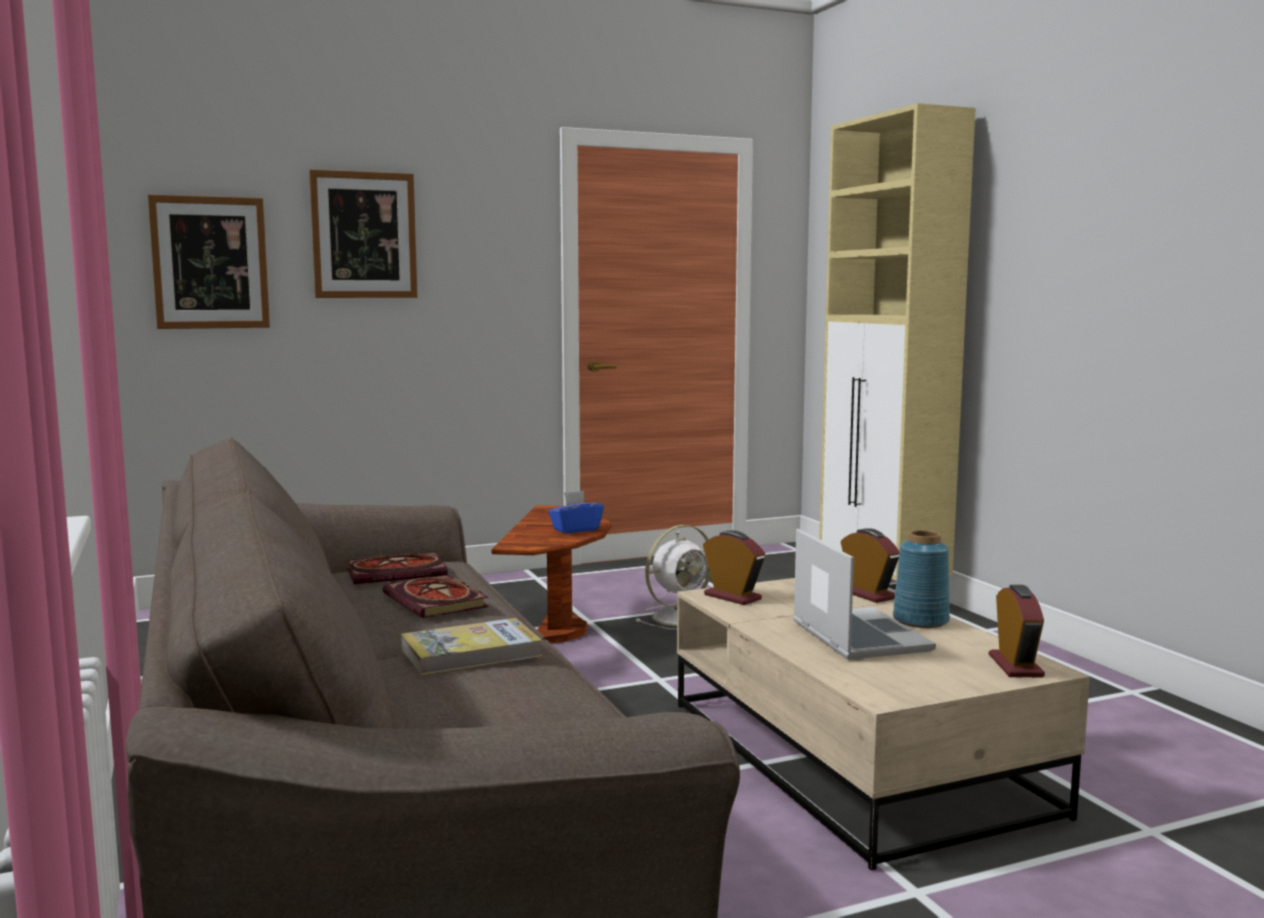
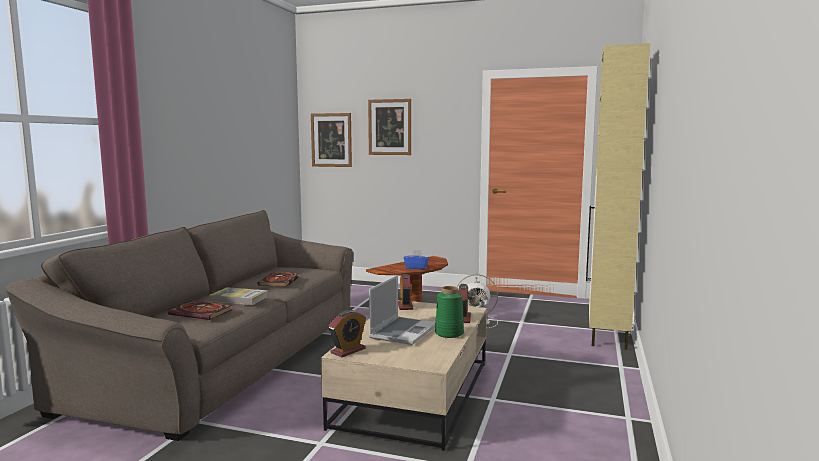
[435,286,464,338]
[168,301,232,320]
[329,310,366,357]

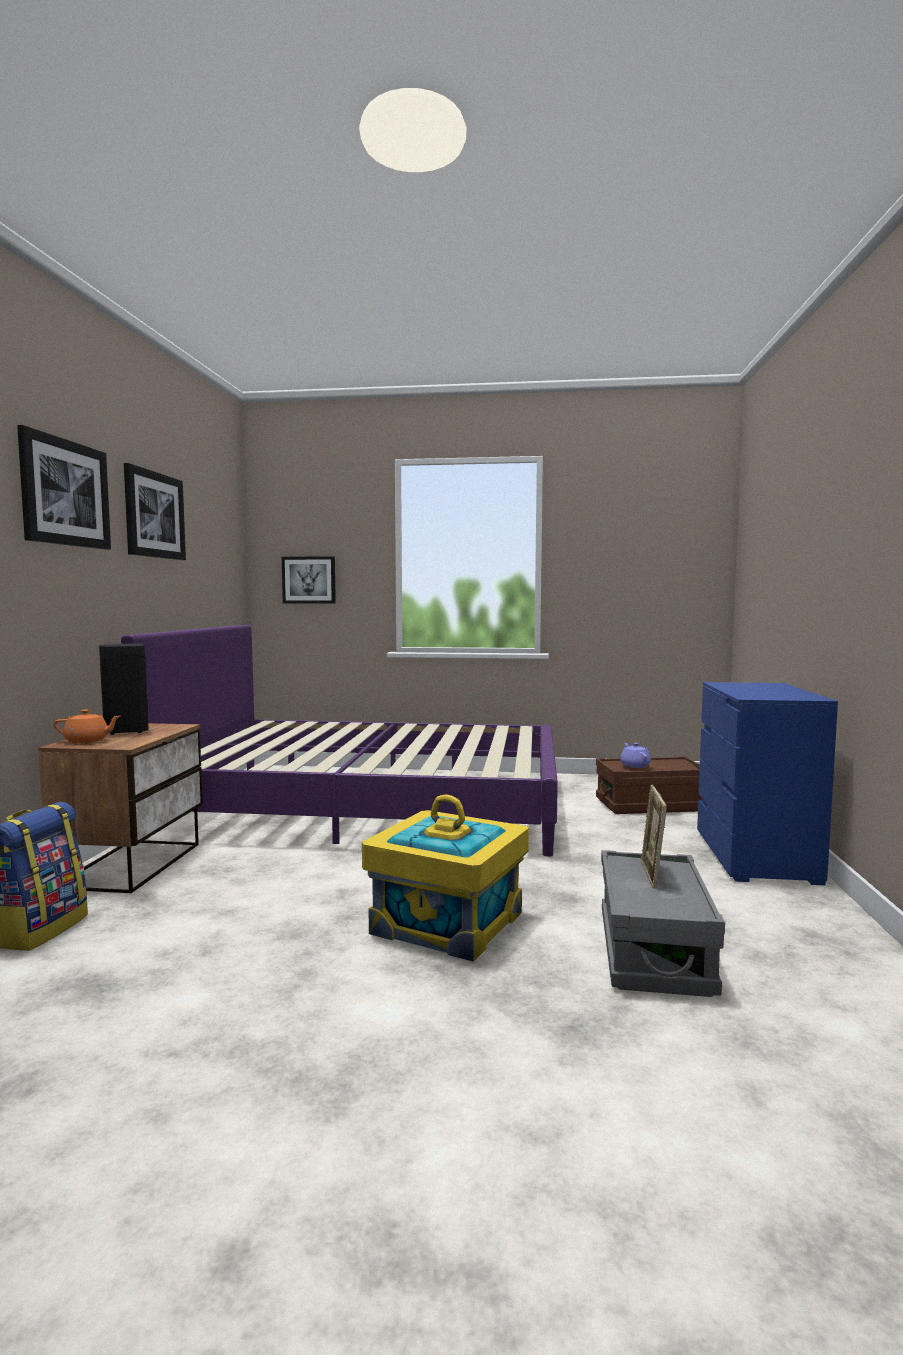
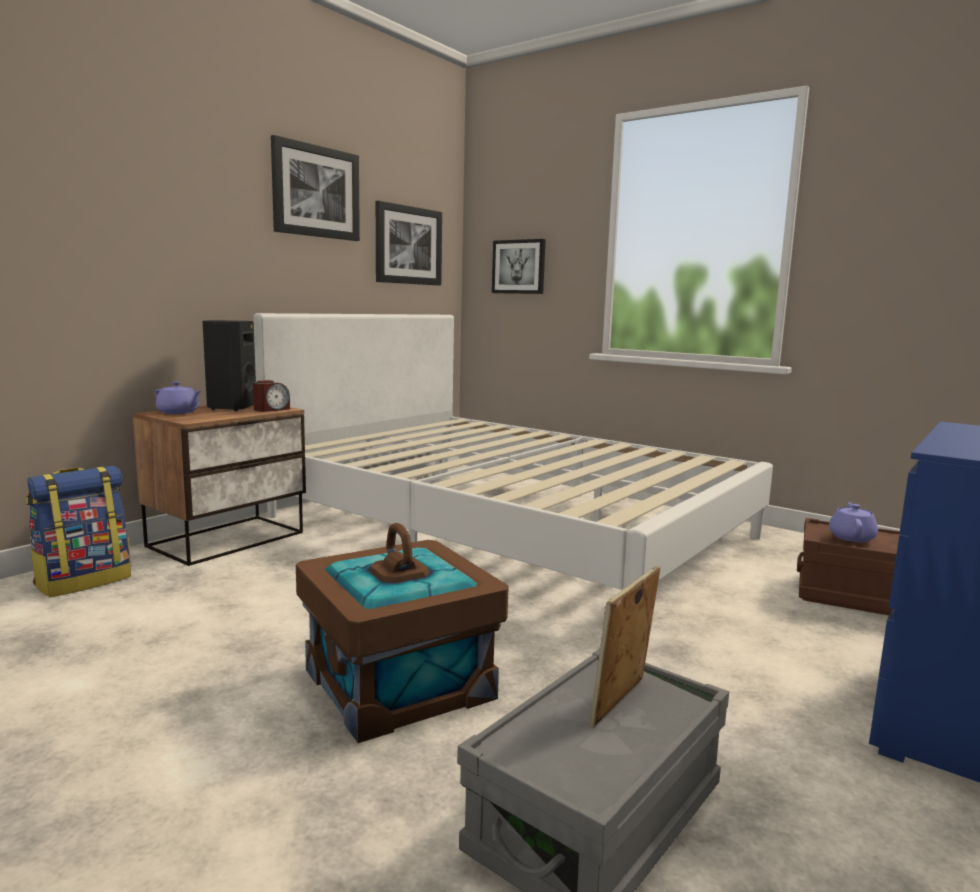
[376,201,442,285]
[253,313,773,590]
[155,382,201,414]
[296,523,509,743]
[253,380,290,412]

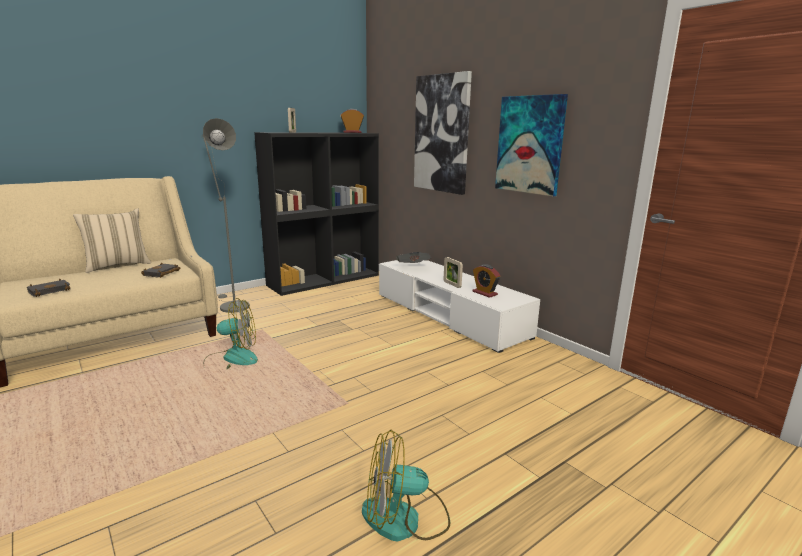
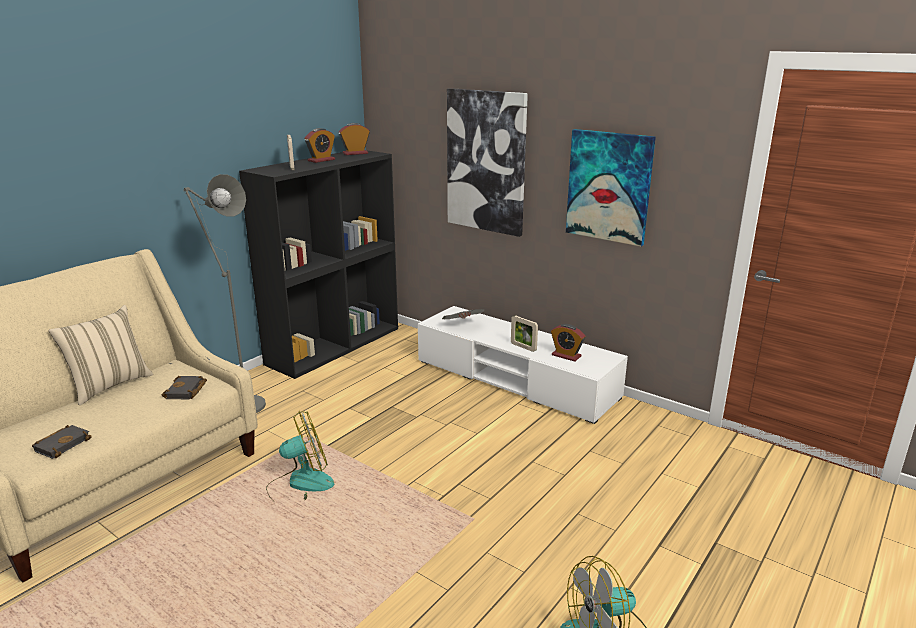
[305,128,335,163]

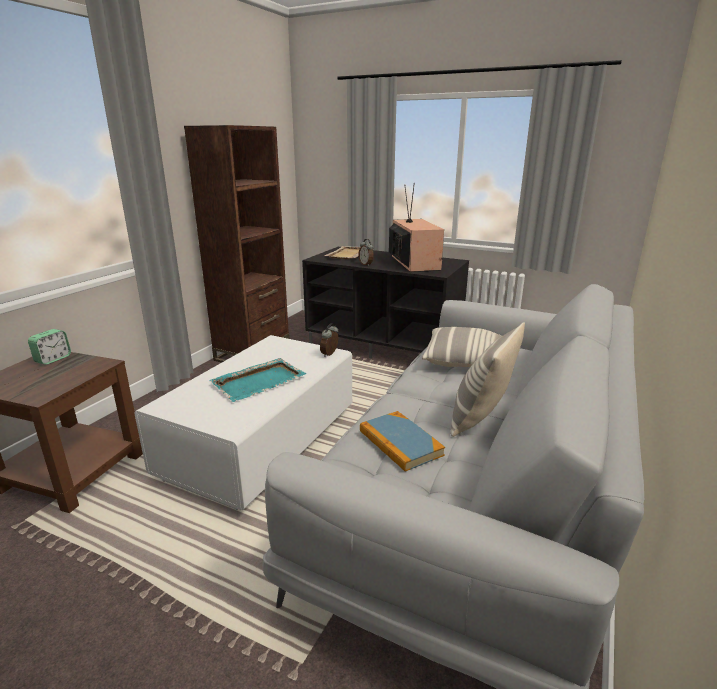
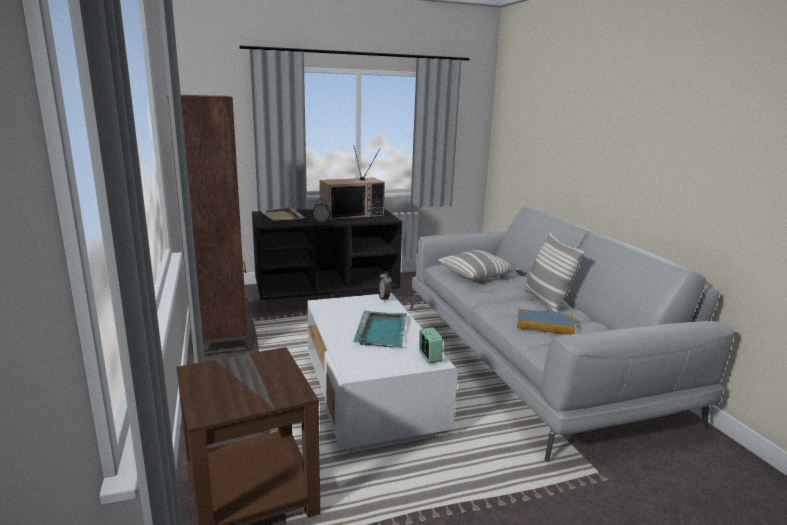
[320,147,385,221]
[419,327,443,363]

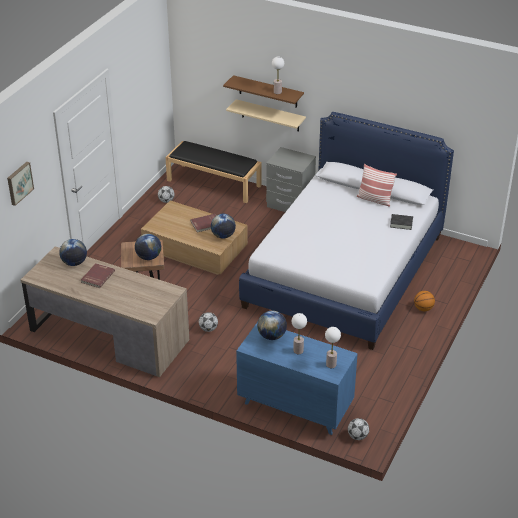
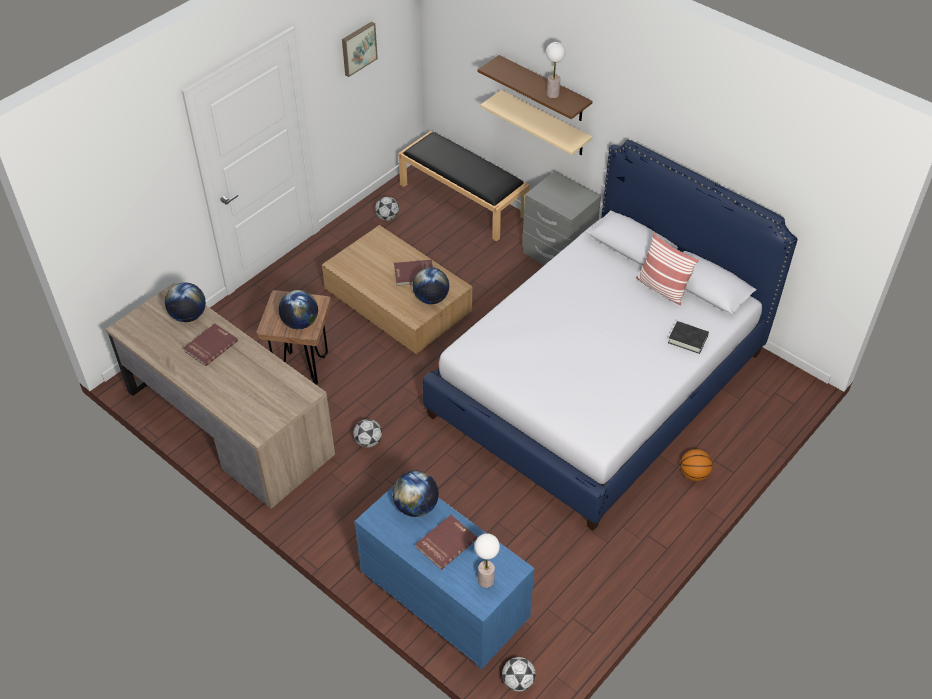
[342,21,378,77]
[415,515,477,570]

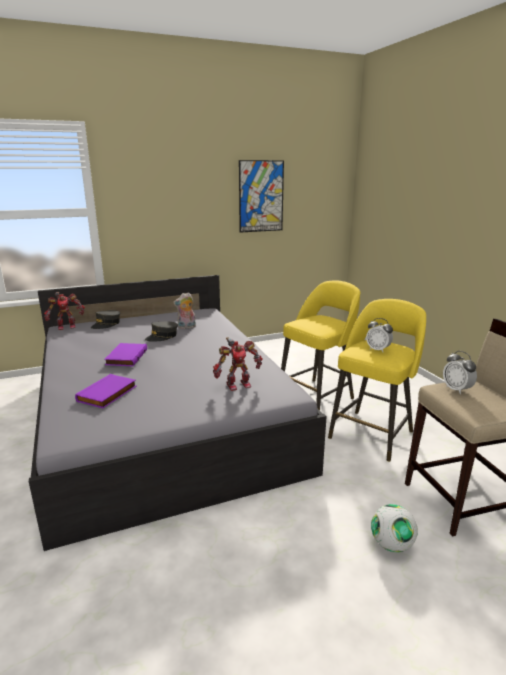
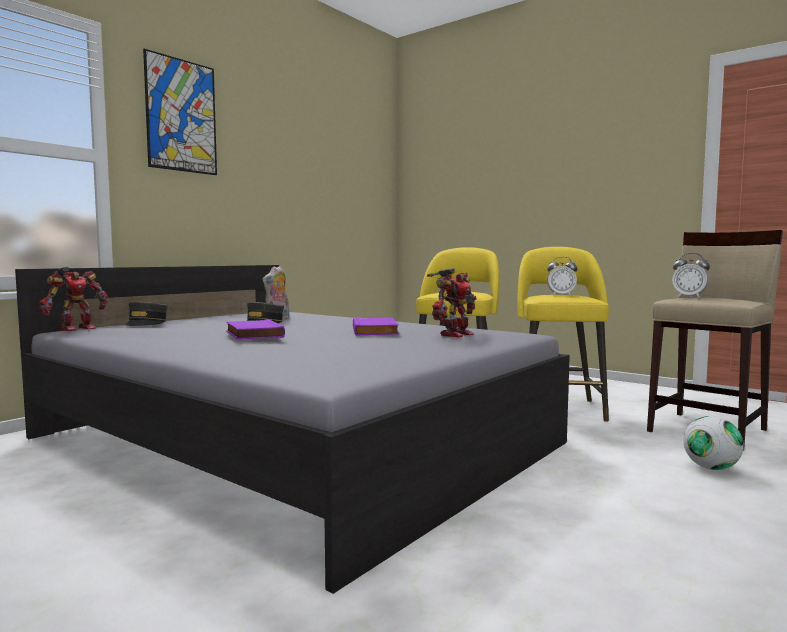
[143,49,217,175]
[353,318,399,336]

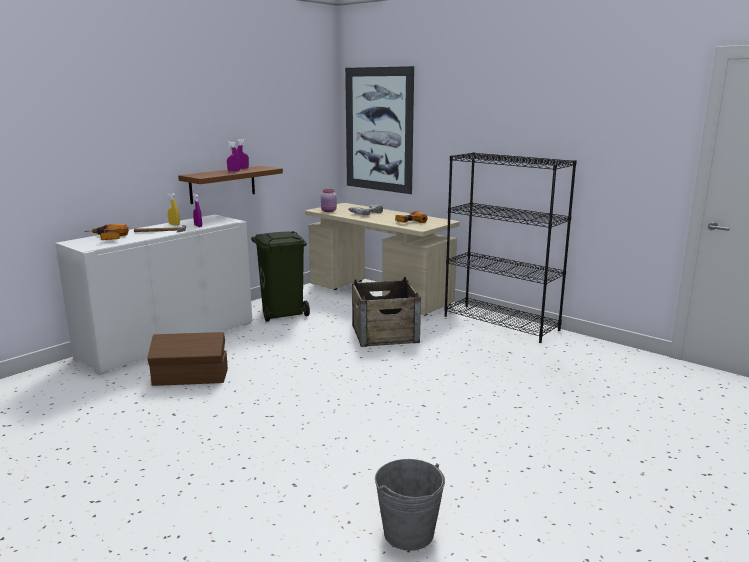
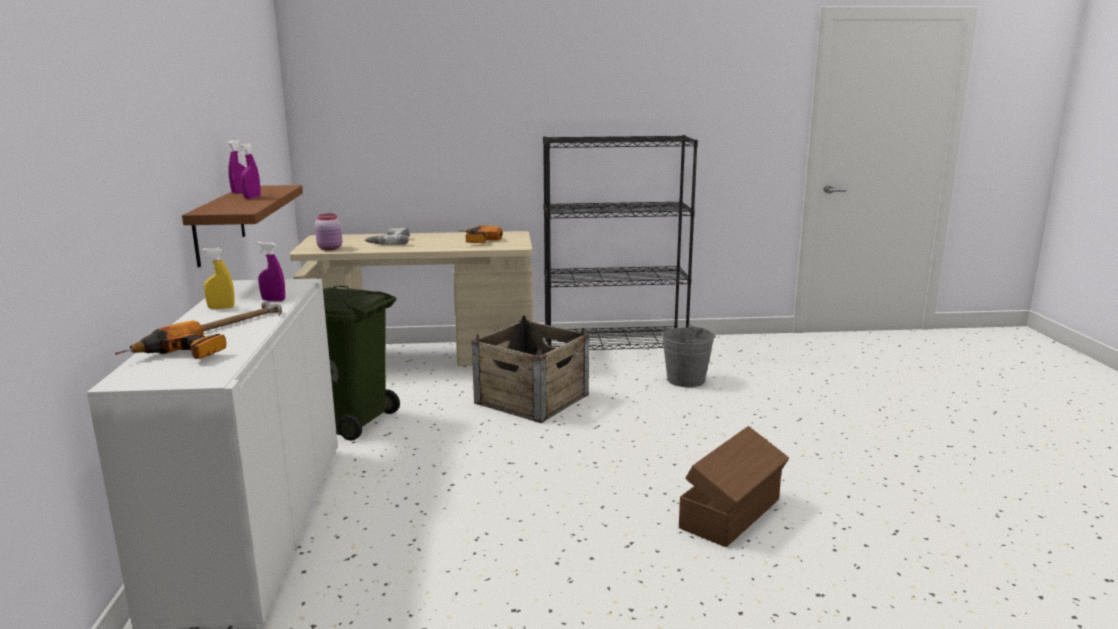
[345,66,414,194] (first image)
[679,426,789,547]
[662,325,716,387]

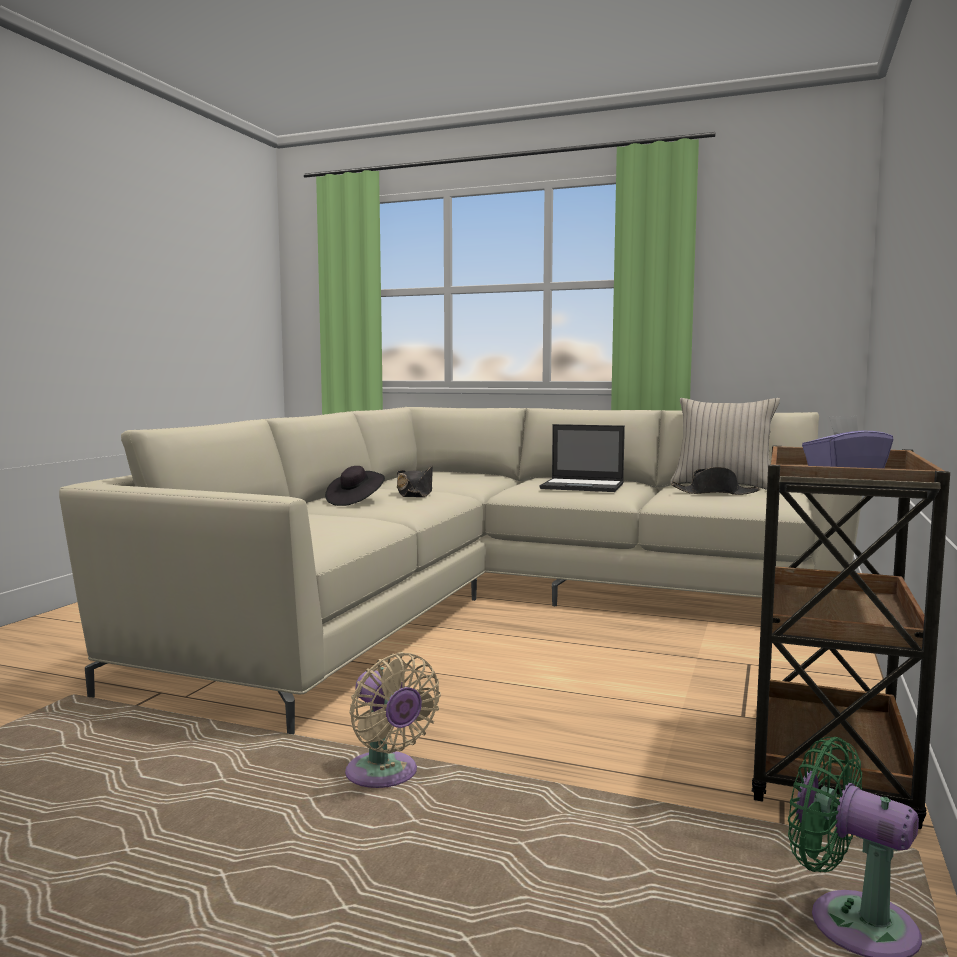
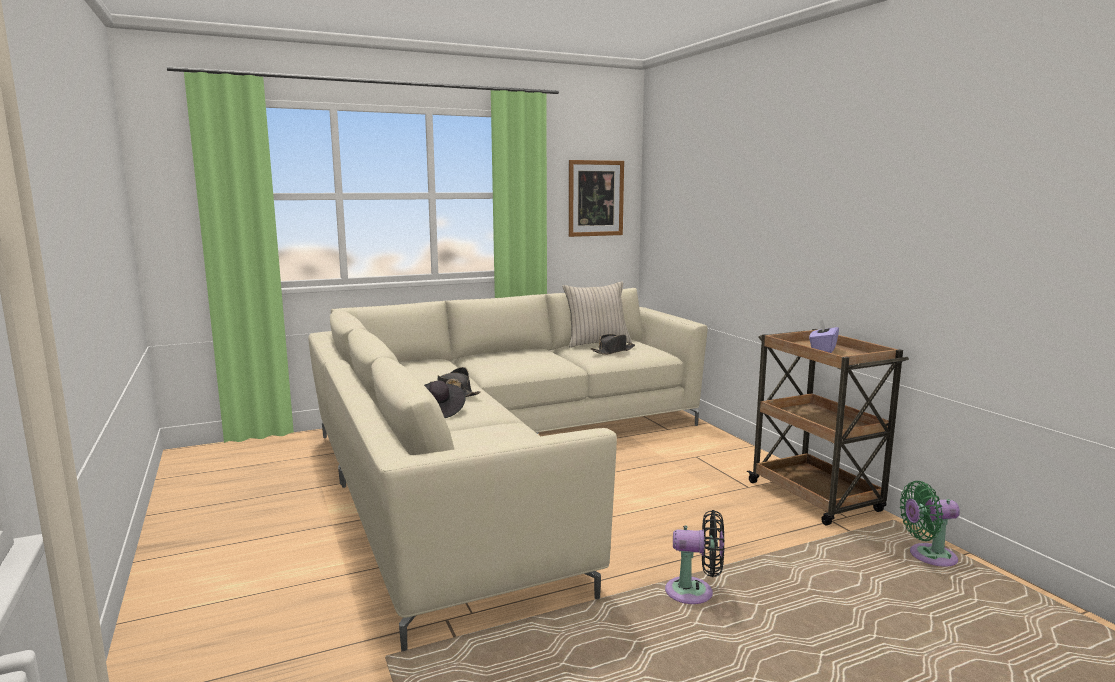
[540,424,625,492] (first image)
[665,510,724,604]
[569,160,624,237]

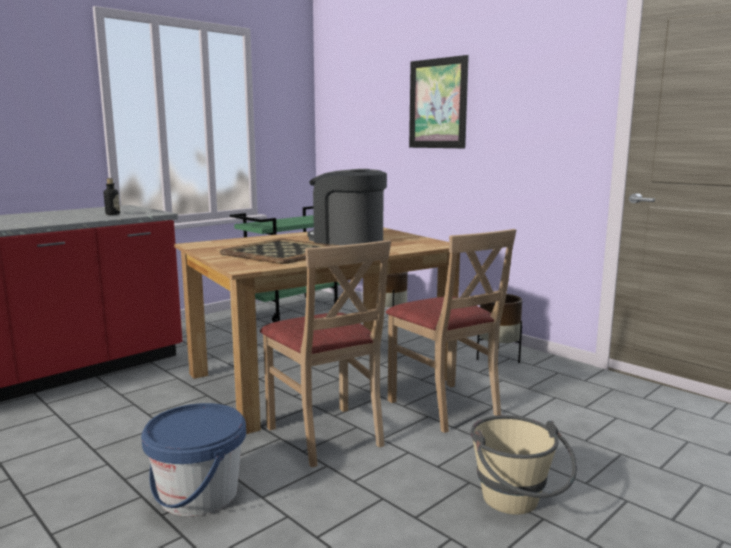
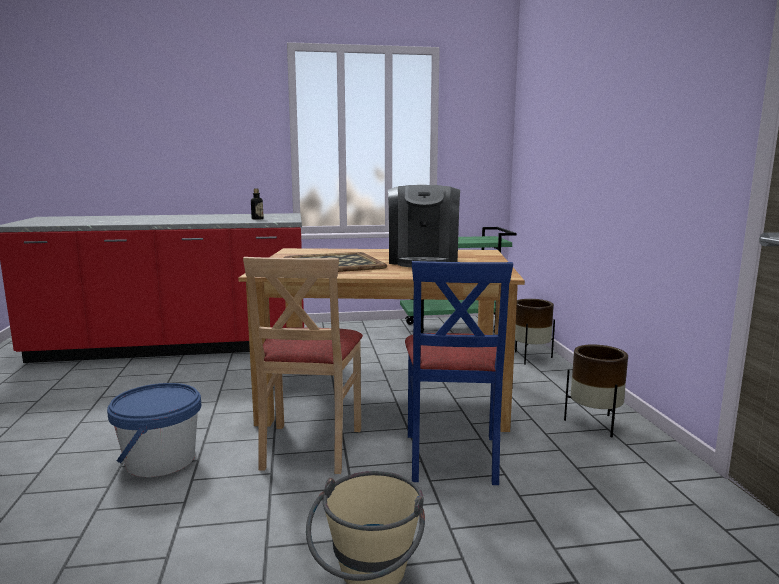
[409,55,469,148] (first image)
[388,185,460,267]
[405,261,513,485]

